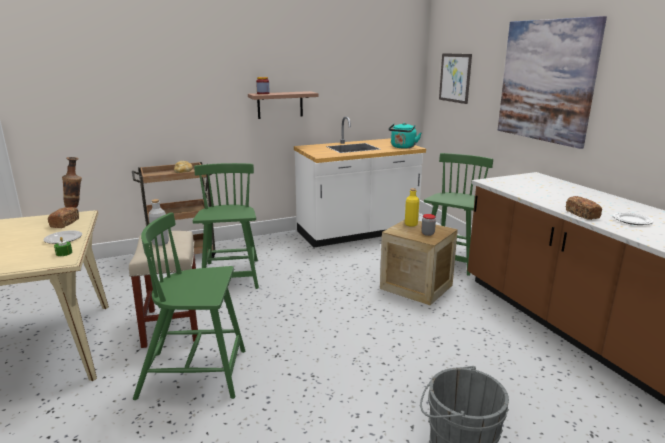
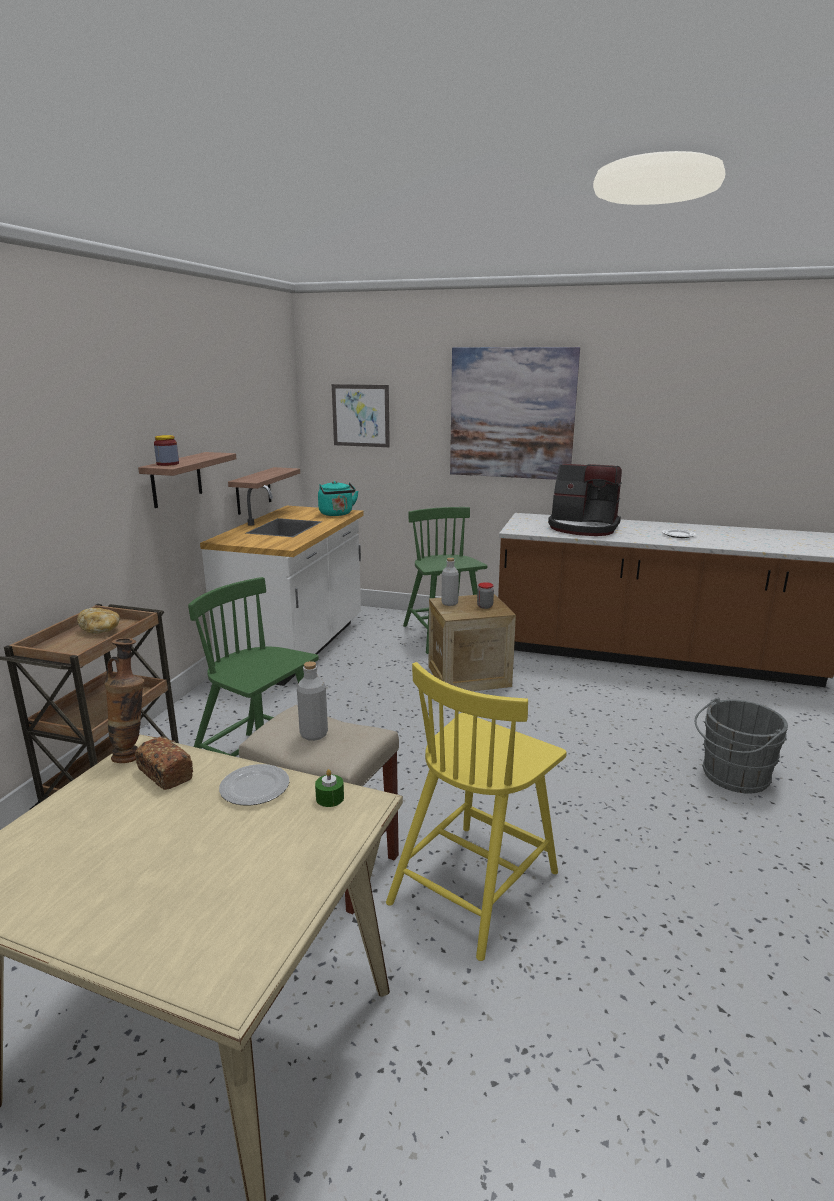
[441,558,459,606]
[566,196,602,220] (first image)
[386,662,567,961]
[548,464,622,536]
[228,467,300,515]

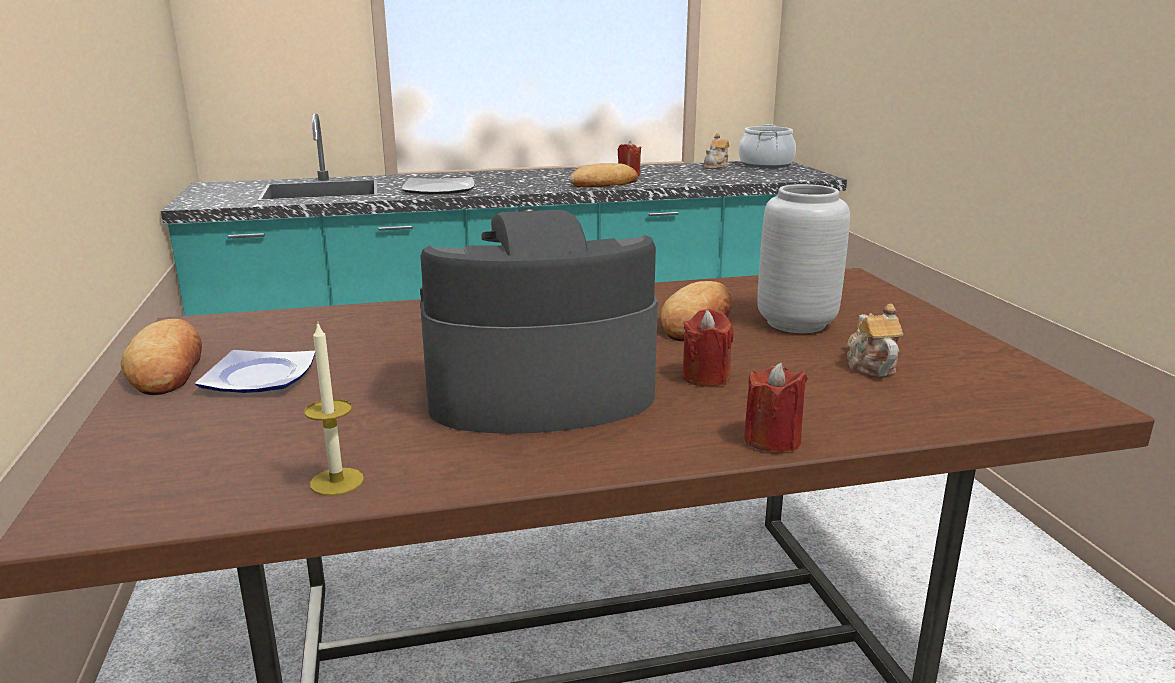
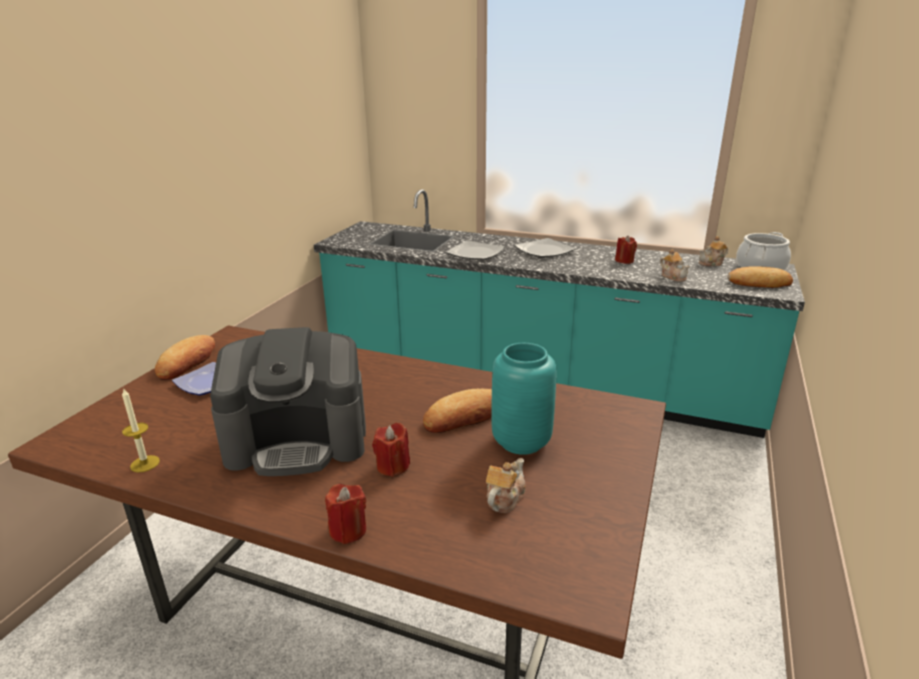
[728,266,793,288]
[491,343,556,455]
[210,327,366,476]
[514,238,576,257]
[660,249,690,282]

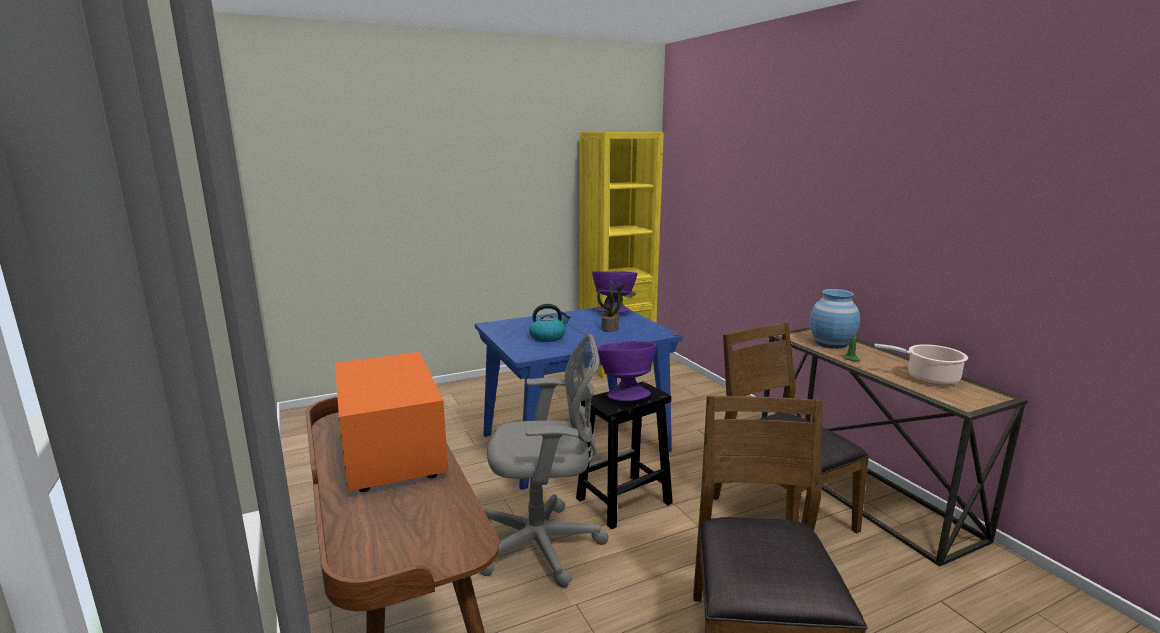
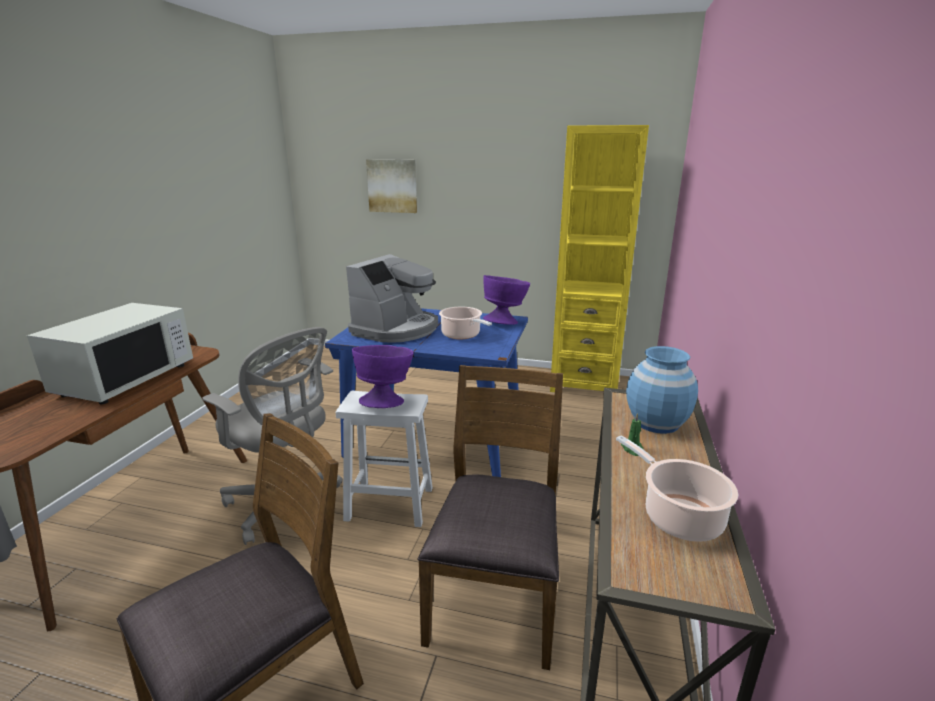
[439,307,492,339]
[346,254,438,343]
[27,303,193,404]
[336,391,433,527]
[366,159,417,213]

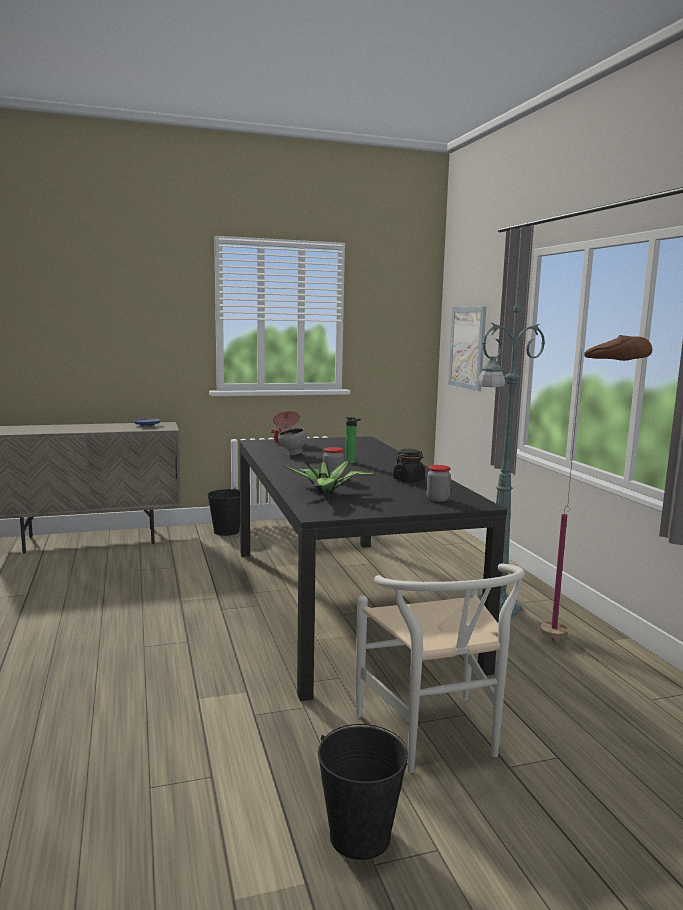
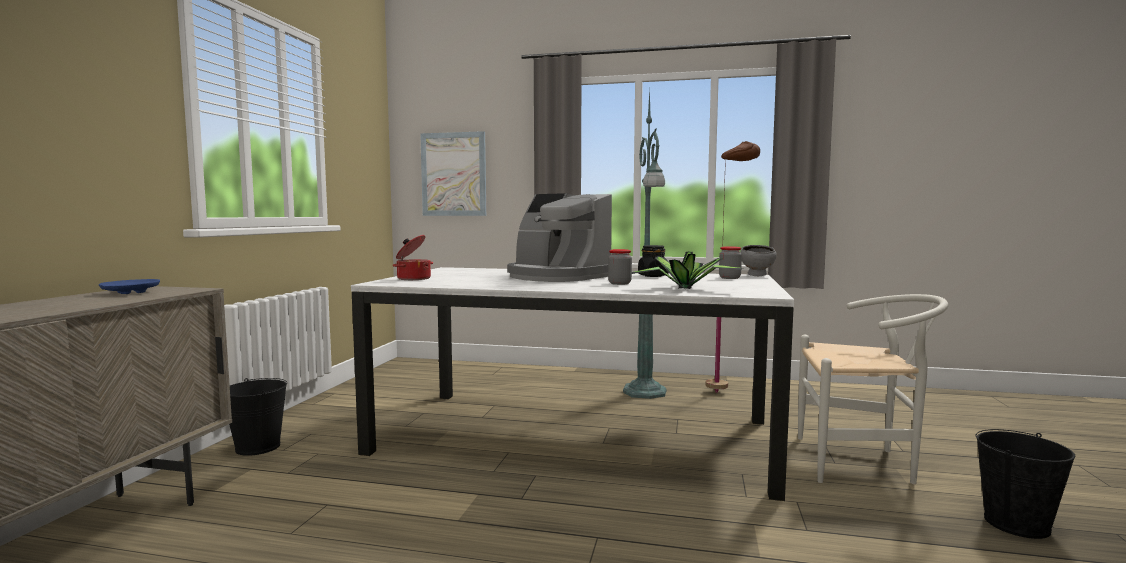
[507,193,612,282]
[740,245,777,276]
[351,267,794,501]

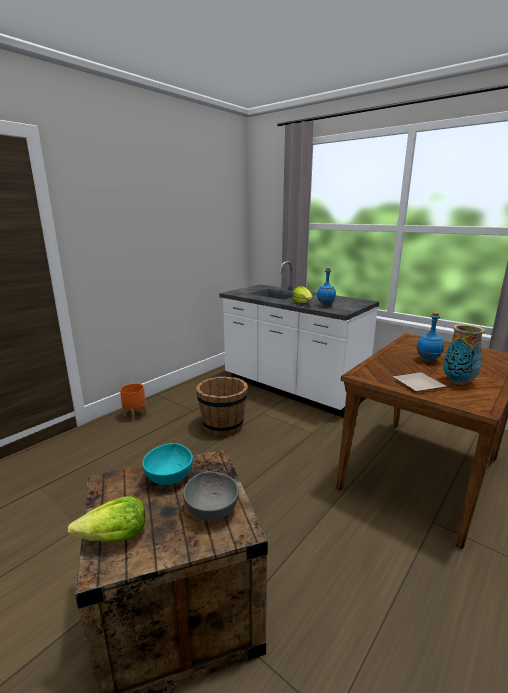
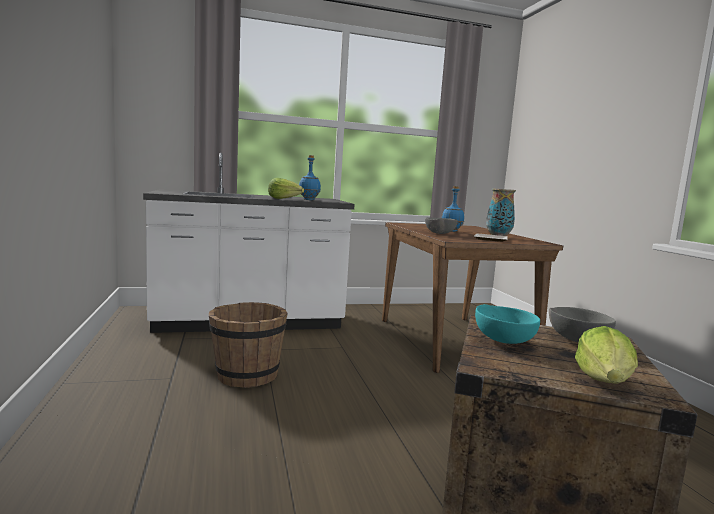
[120,383,147,422] (first image)
[425,218,458,234]

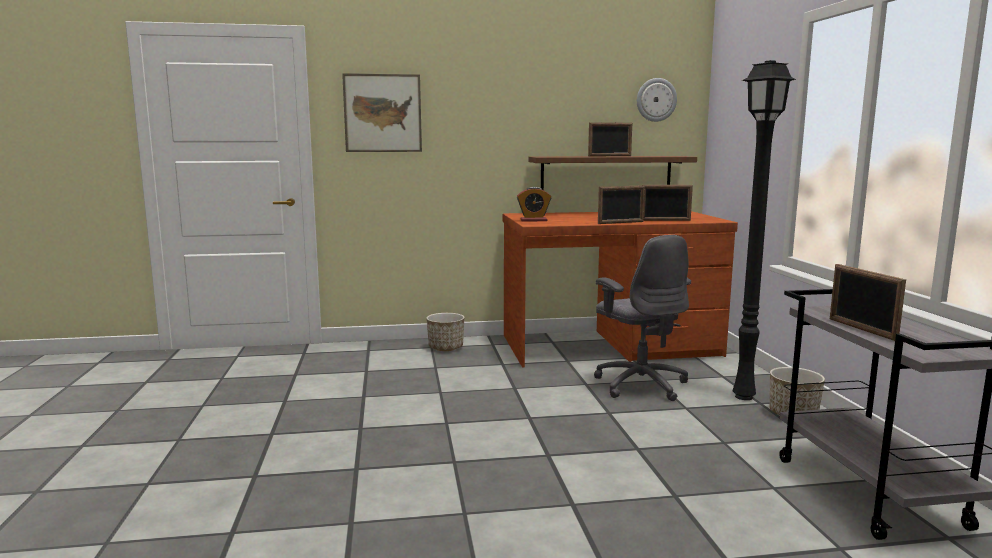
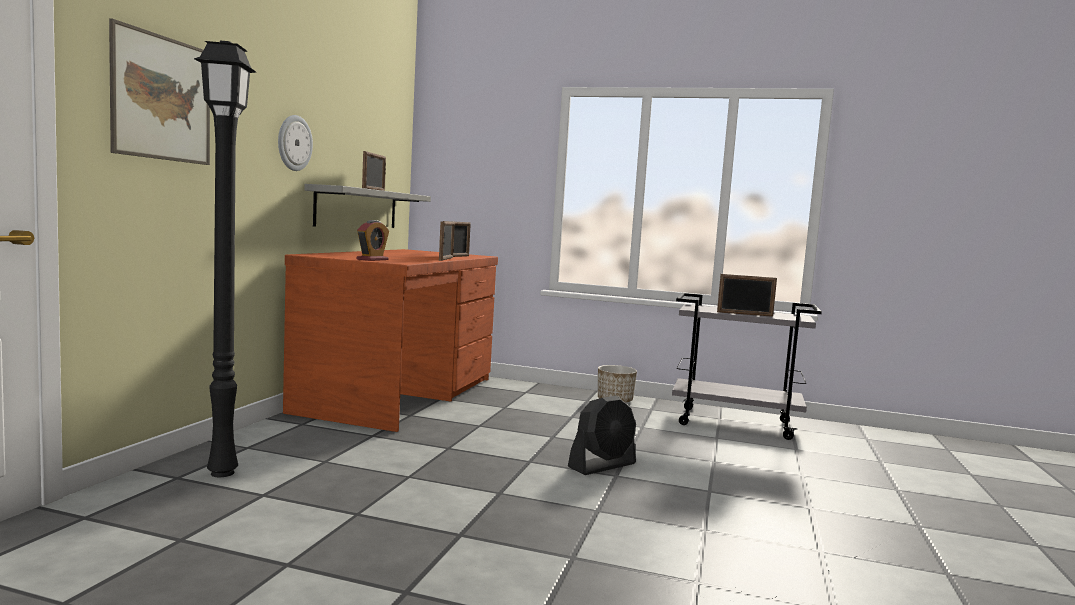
[194,41,256,477]
[278,115,313,171]
[304,184,431,228]
[594,235,691,401] (first image)
[426,313,465,351] (first image)
[568,396,636,475]

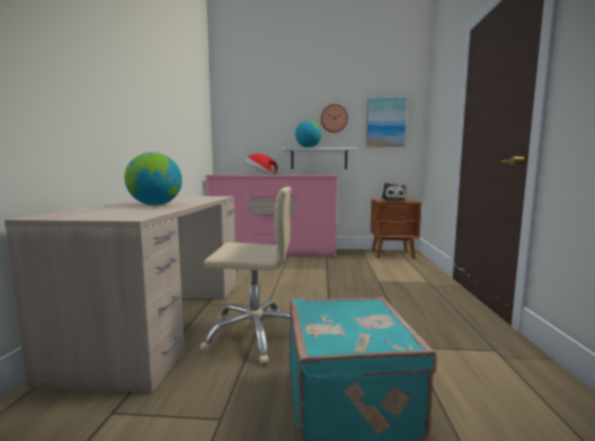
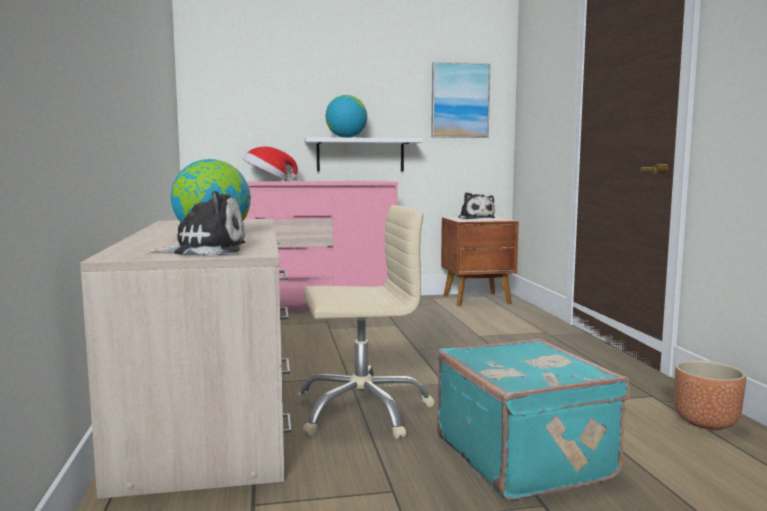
[321,104,348,133] (first image)
[146,191,245,255]
[674,360,746,430]

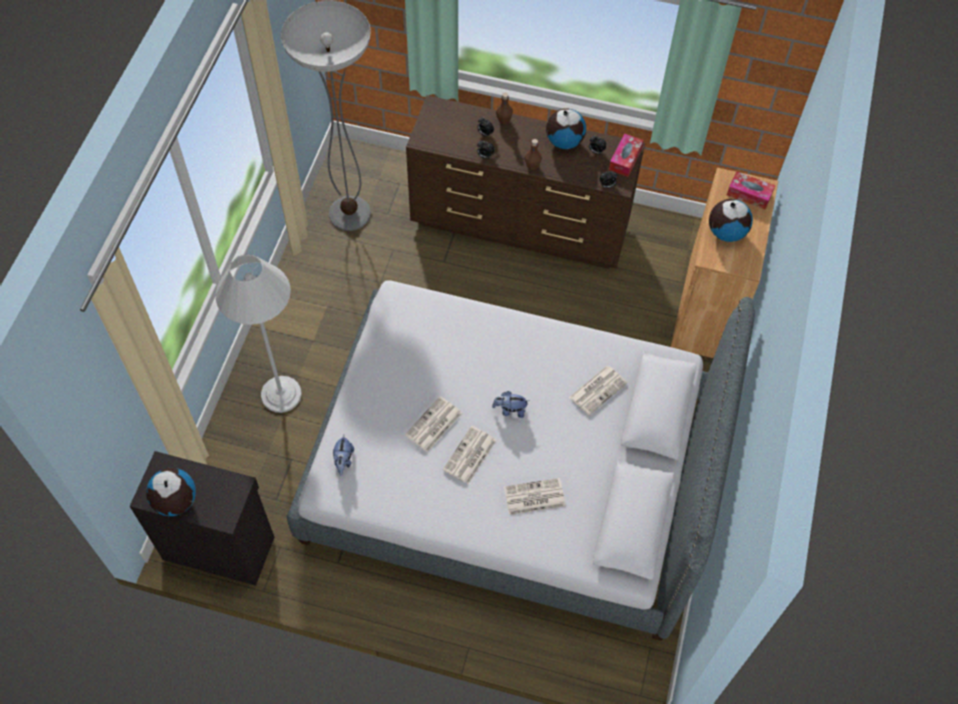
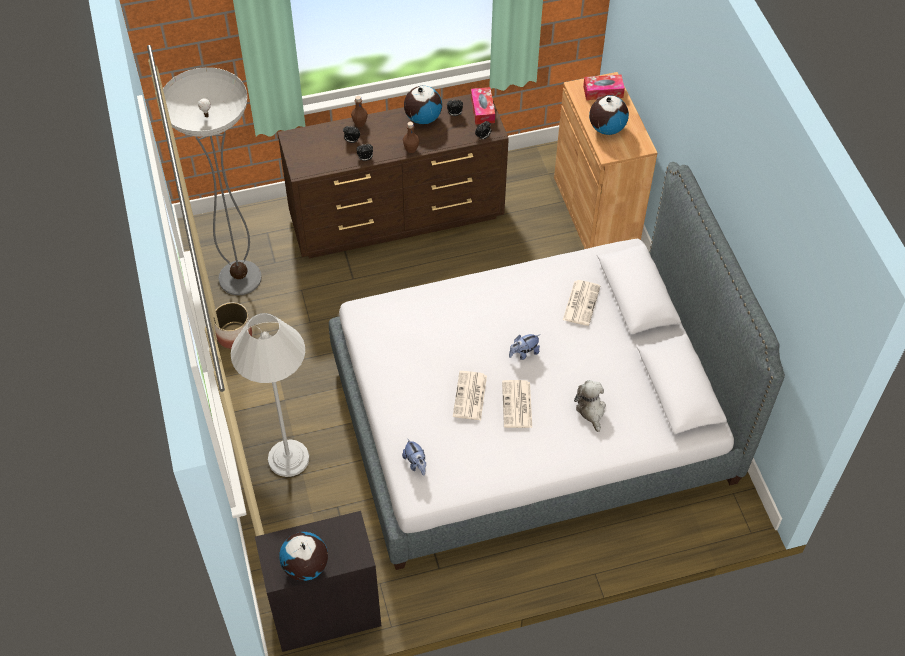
[574,380,606,432]
[214,302,252,349]

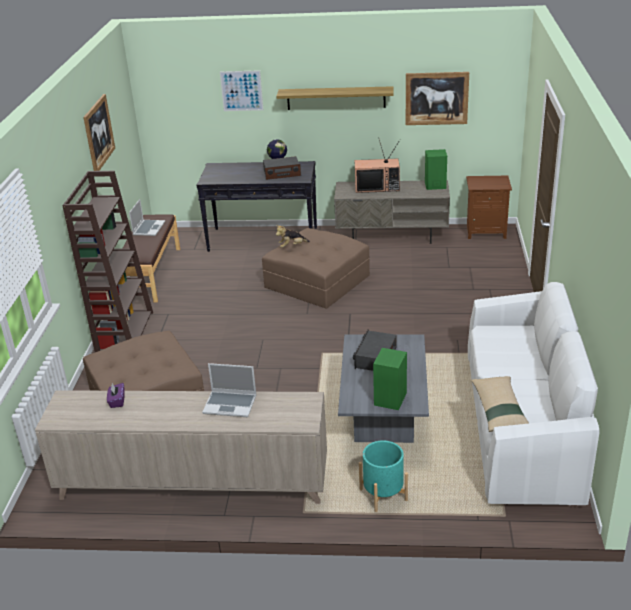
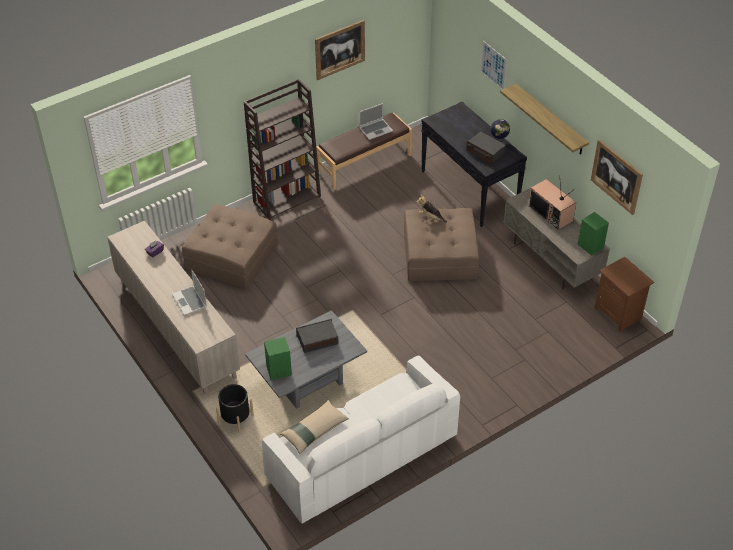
[216,384,254,434]

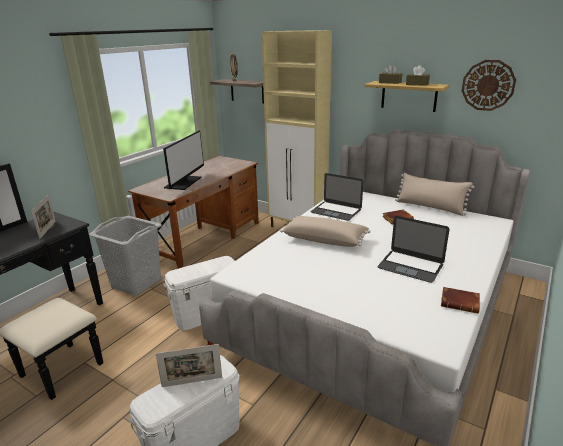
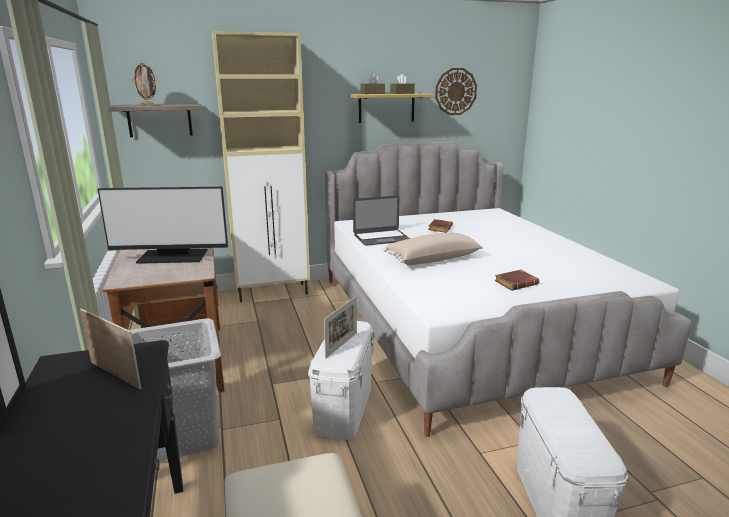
[98,187,228,264]
[395,173,474,216] (first image)
[378,216,450,283] (first image)
[494,270,539,291]
[324,296,357,359]

